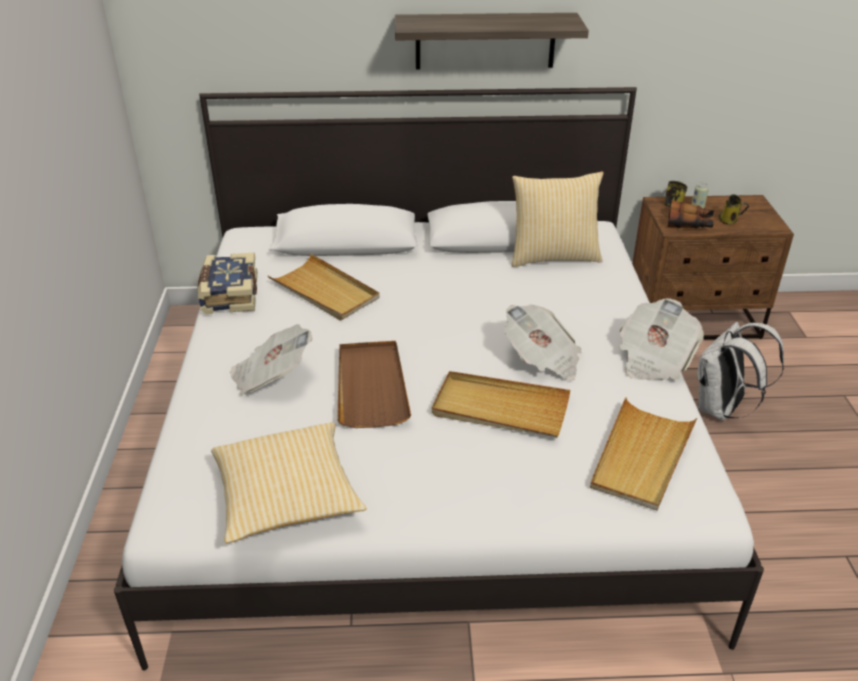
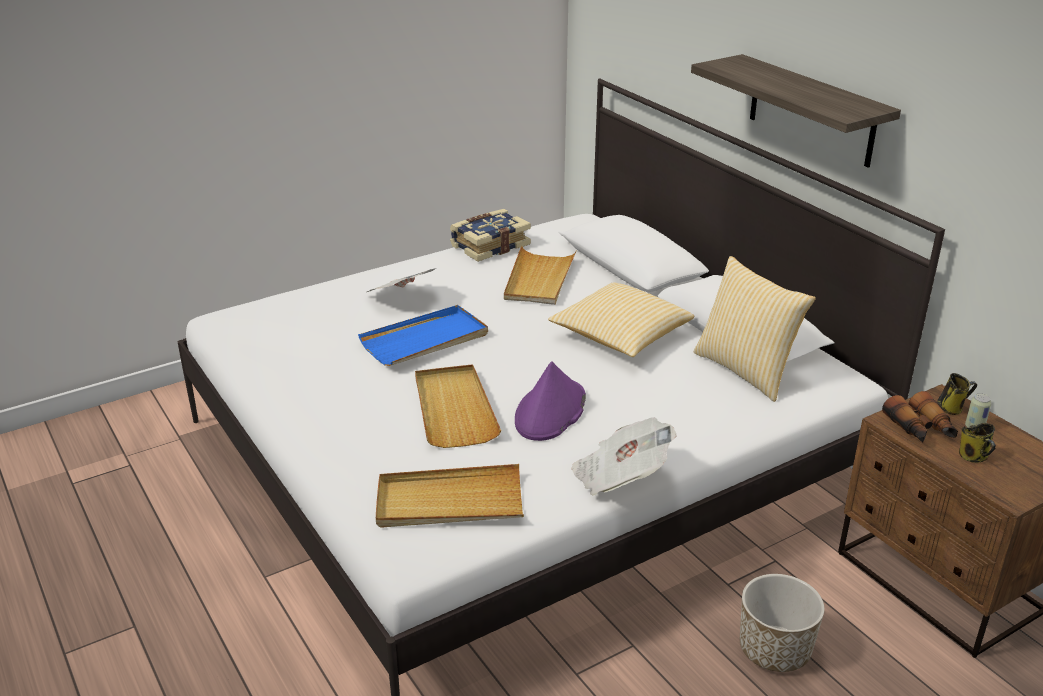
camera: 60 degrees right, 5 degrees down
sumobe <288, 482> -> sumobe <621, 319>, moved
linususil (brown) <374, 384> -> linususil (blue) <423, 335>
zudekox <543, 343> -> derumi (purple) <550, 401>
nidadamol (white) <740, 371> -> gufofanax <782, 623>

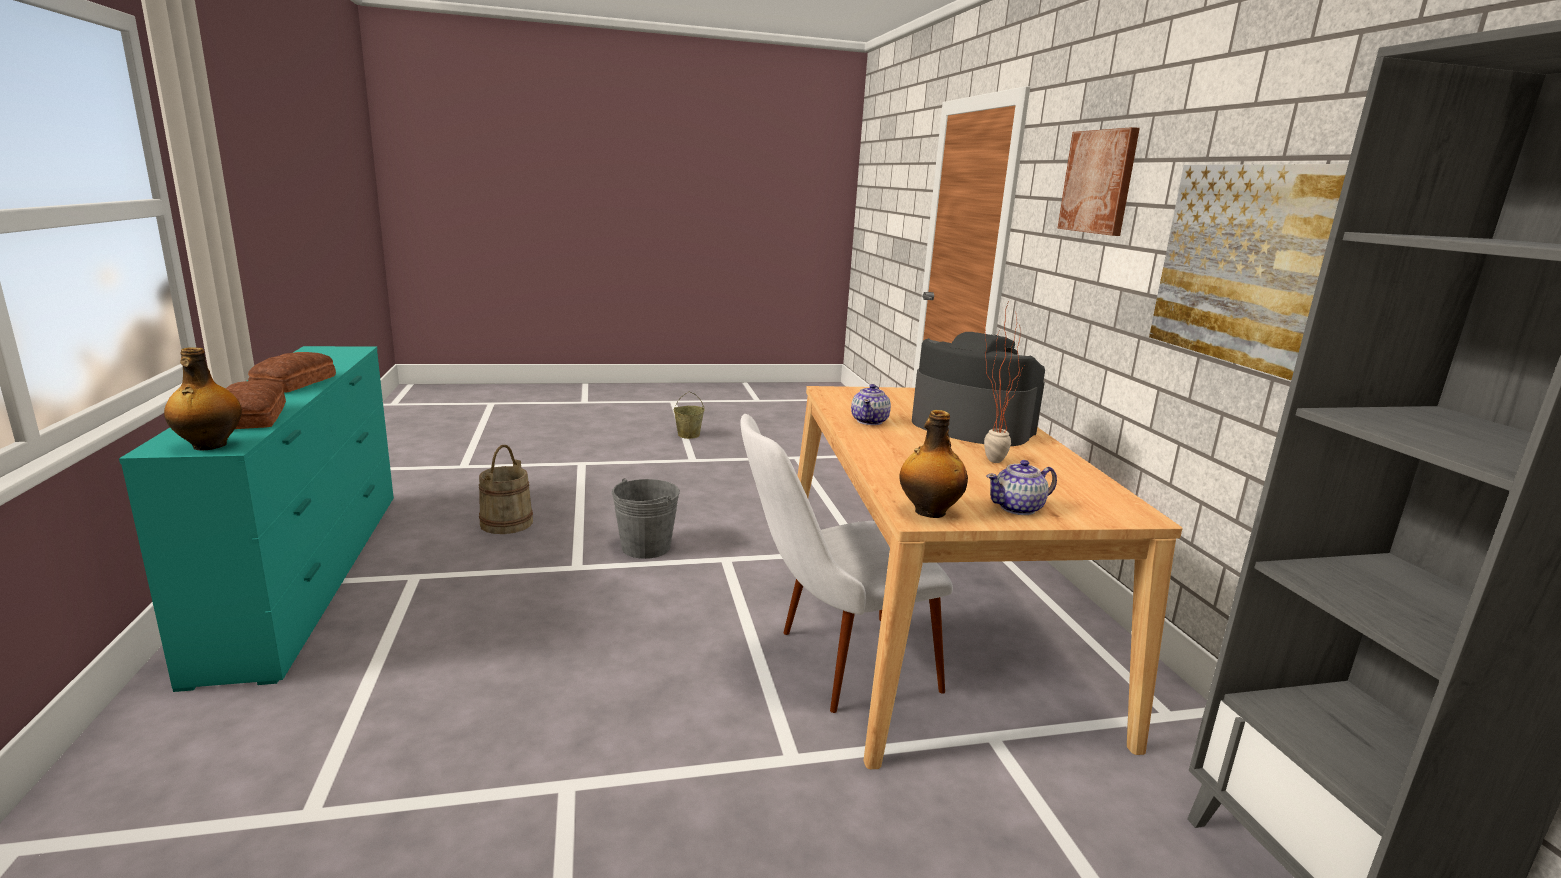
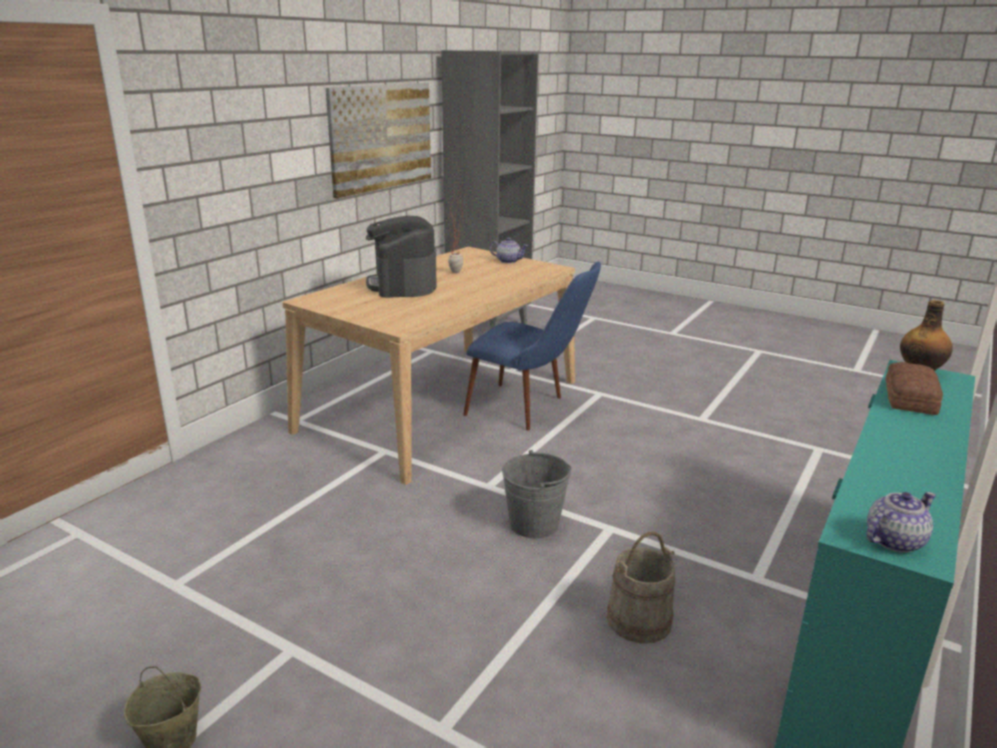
camera: 135 degrees left, 5 degrees up
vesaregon <292, 372> -> none
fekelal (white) <846, 563> -> fekelal (blue) <532, 346>
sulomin <871, 404> -> sulomin <901, 522>, moved
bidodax <934, 464> -> none
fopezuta <1098, 181> -> none

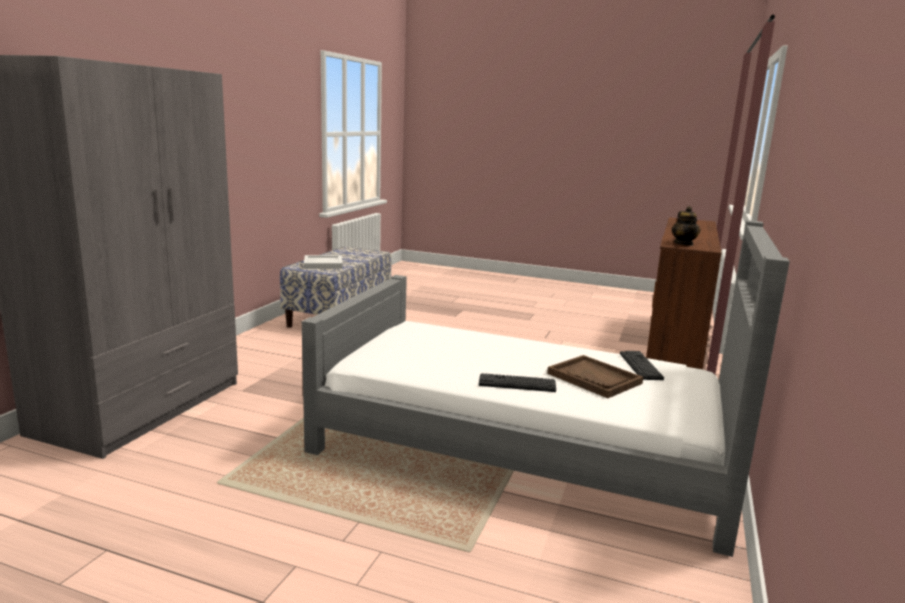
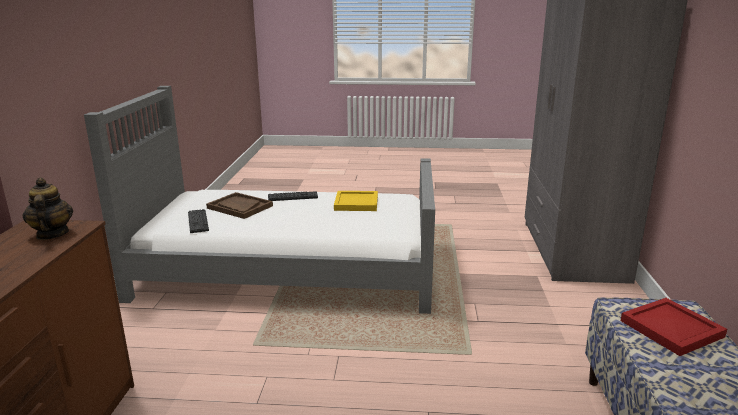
camera: 165 degrees right, 5 degrees up
linususil (white) <323, 262> -> linususil (red) <674, 327>
none -> linususil (yellow) <356, 201>

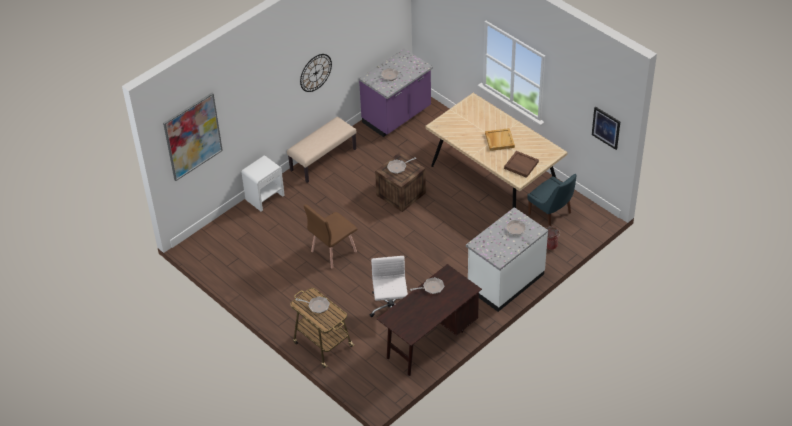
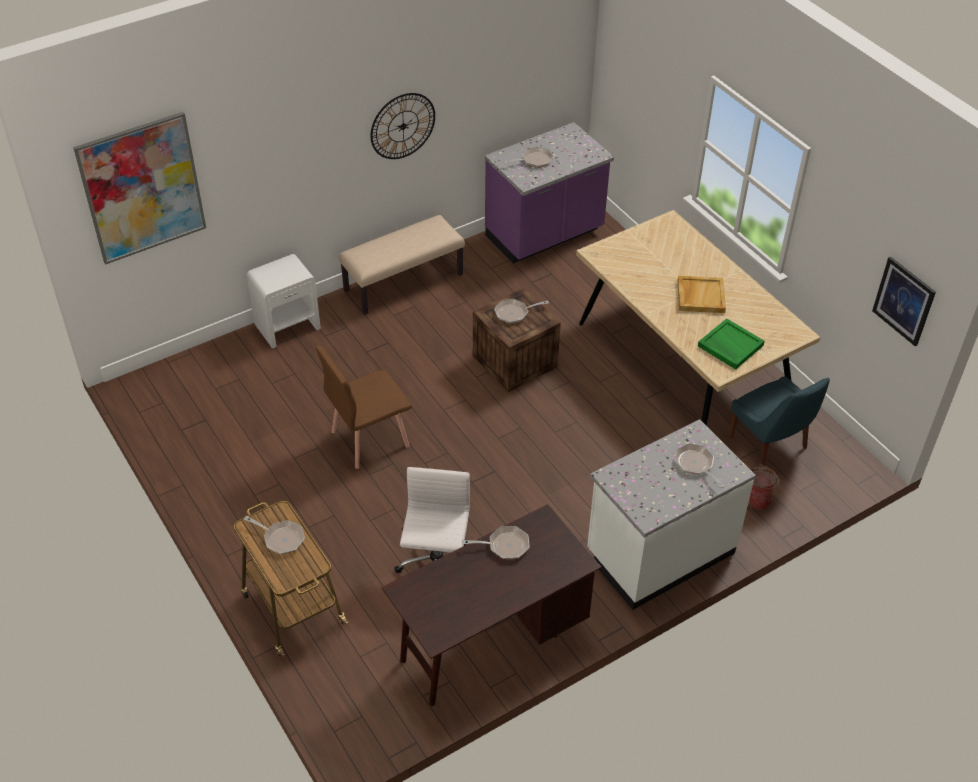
camera: 10 degrees right, 0 degrees up
linususil (brown) <521, 164> -> linususil (green) <731, 343>

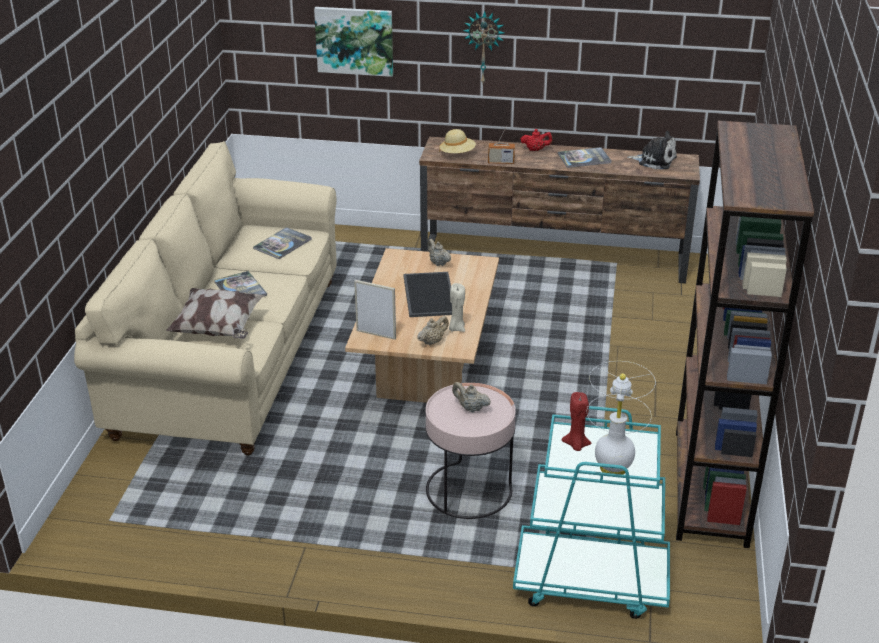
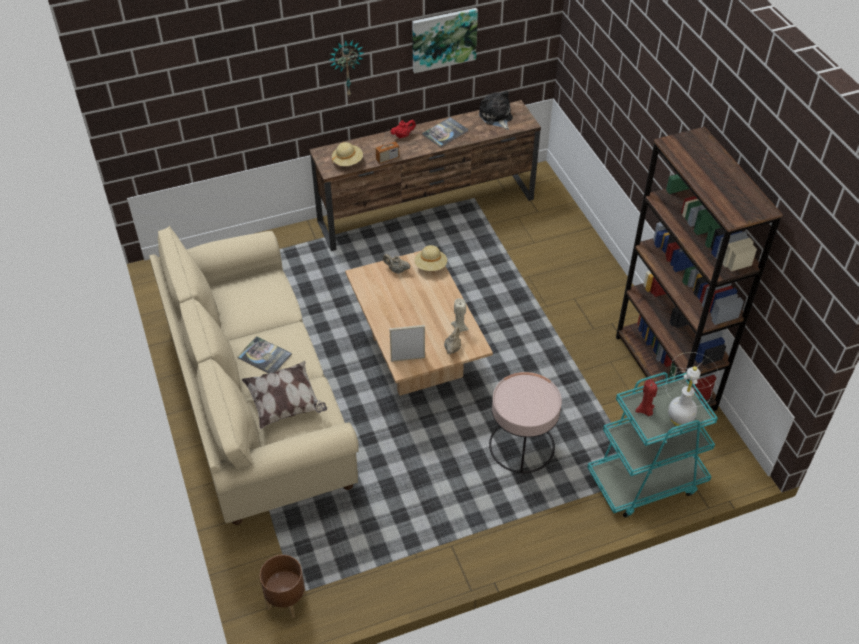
camera: 30 degrees left, 15 degrees up
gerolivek <282, 243> -> none
fopezuta <353, 42> -> fopezuta <445, 40>, moved
linususil <427, 294> -> none
sulomin (beige) <471, 397> -> none
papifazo <652, 150> -> papifazo <496, 110>, 105 degrees counterclockwise
none -> gufofanax (brown) <283, 586>
none -> derumi (beige) <431, 258>

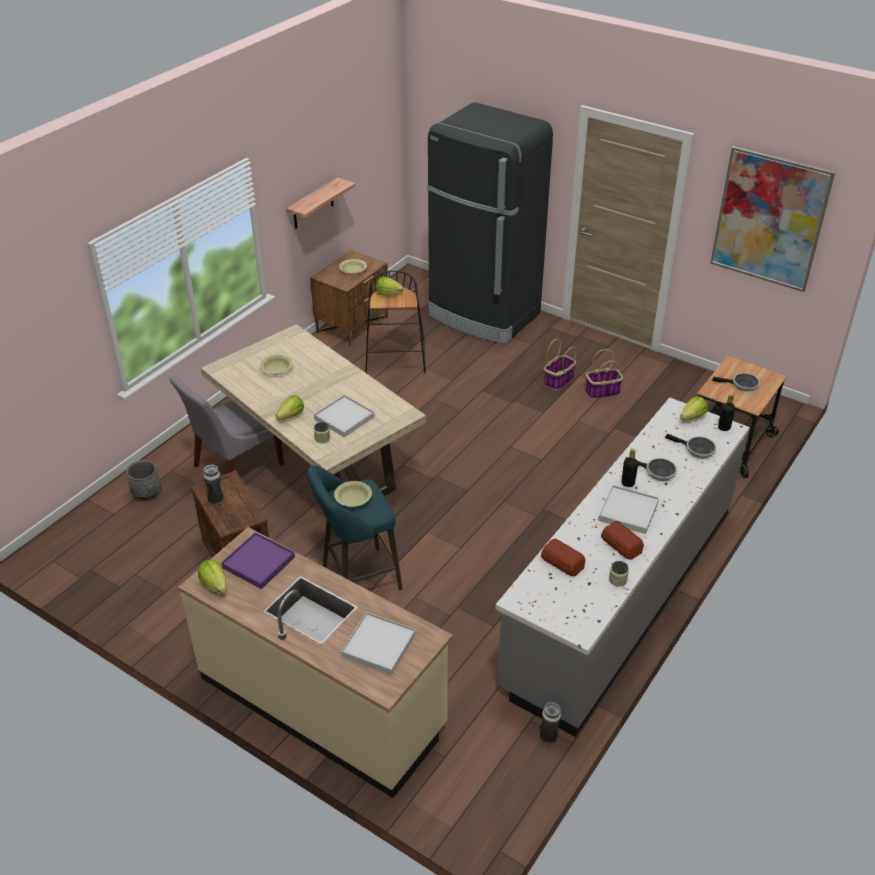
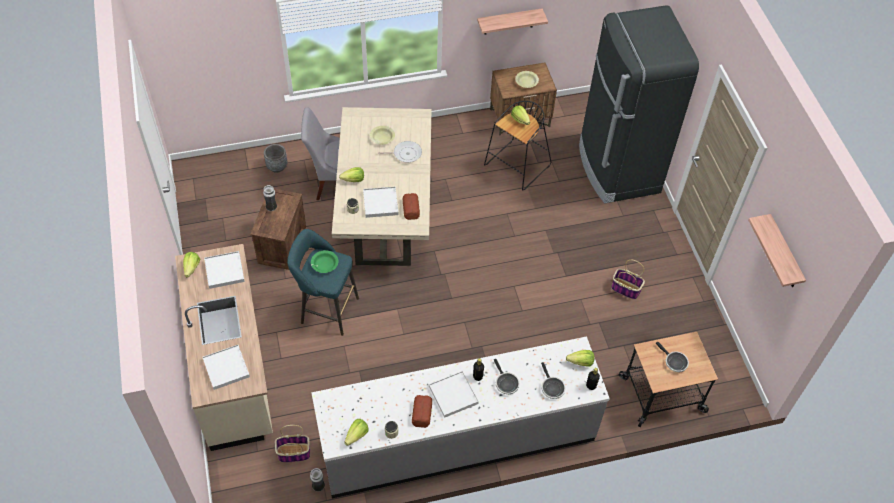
camera: 40 degrees right, 15 degrees up
linususil (purple) <258, 560> -> linususil (white) <224, 270>
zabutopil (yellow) <353, 494> -> zabutopil (green) <324, 261>
vesaregon <563, 557> -> vesaregon <411, 206>, moved
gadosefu <560, 364> -> gadosefu <292, 444>, moved
fopezuta <772, 219> -> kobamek <777, 250>
none -> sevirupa <356, 432>
none -> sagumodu <400, 152>

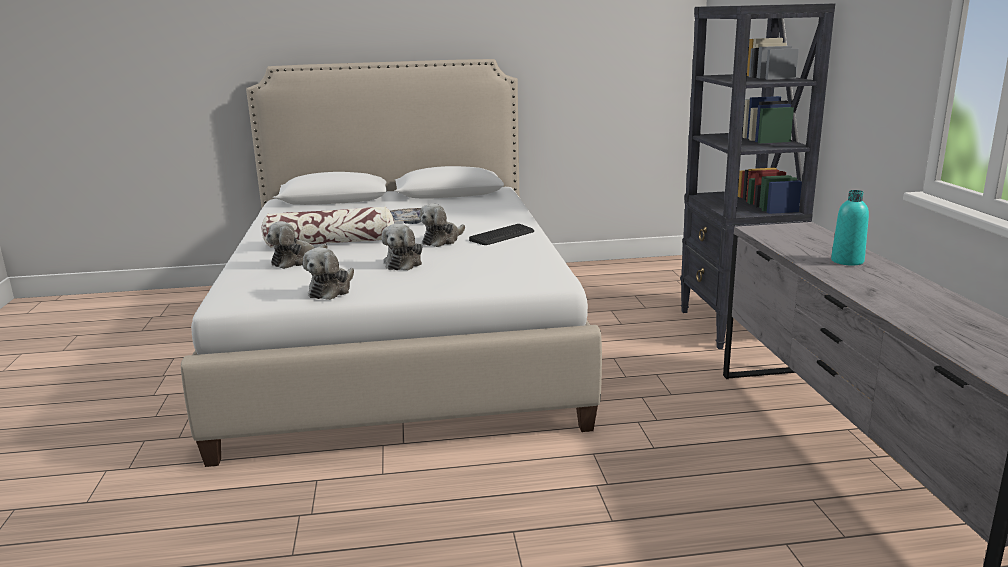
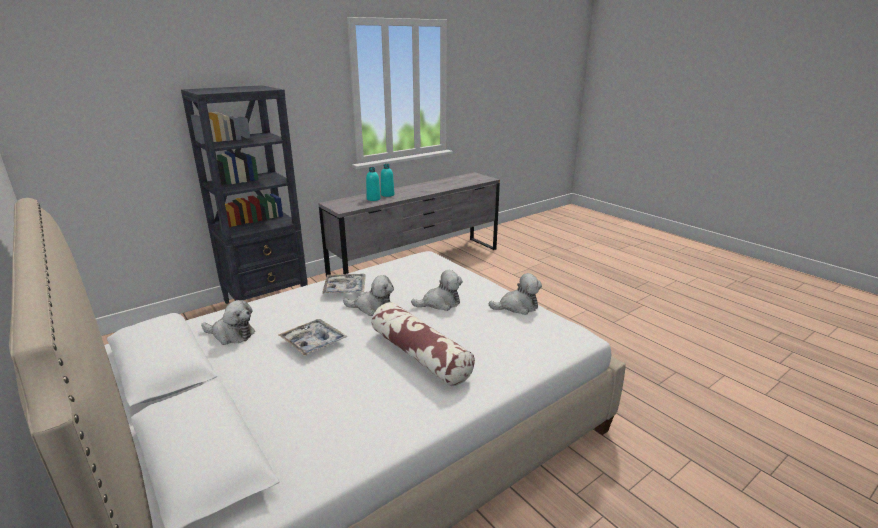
camera: 120 degrees left, 5 degrees up
papifazo <297, 245> -> papifazo <228, 322>, moved
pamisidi <501, 234> -> linususil <344, 284>
none -> bidodax (turquoise) <373, 184>

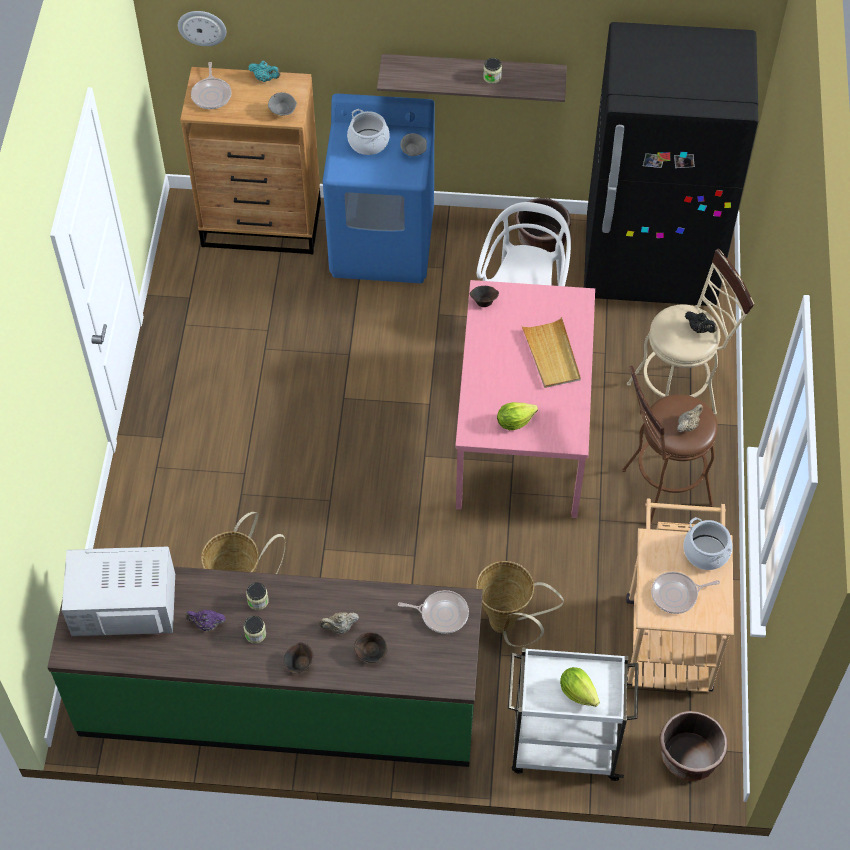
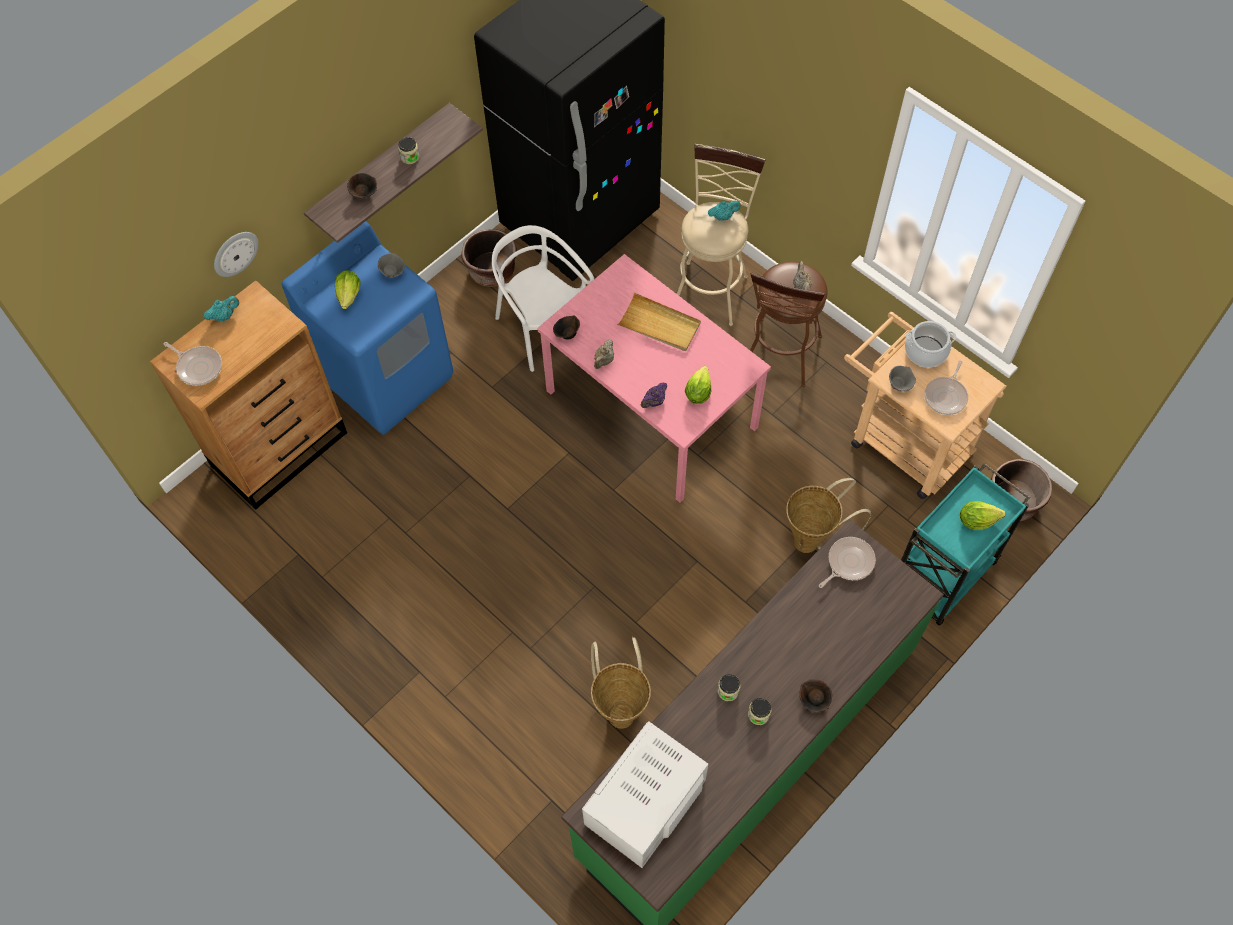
camera: 50 degrees left, 5 degrees up
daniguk <202, 28> -> daniguk <236, 254>, moved
sulomin (purple) <205, 620> -> sulomin (purple) <654, 395>, moved
zabutopil (grey) <282, 104> -> zabutopil (grey) <902, 379>, moved
sulomin (beige) <339, 623> -> sulomin (beige) <604, 354>, moved
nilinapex <368, 132> -> sevirupa <348, 289>
zabutopil (brown) <371, 647> -> zabutopil (brown) <362, 185>, moved
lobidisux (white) <573, 714> -> lobidisux (turquoise) <965, 544>
sulomin (black) <701, 322> -> sulomin (turquoise) <724, 210>

